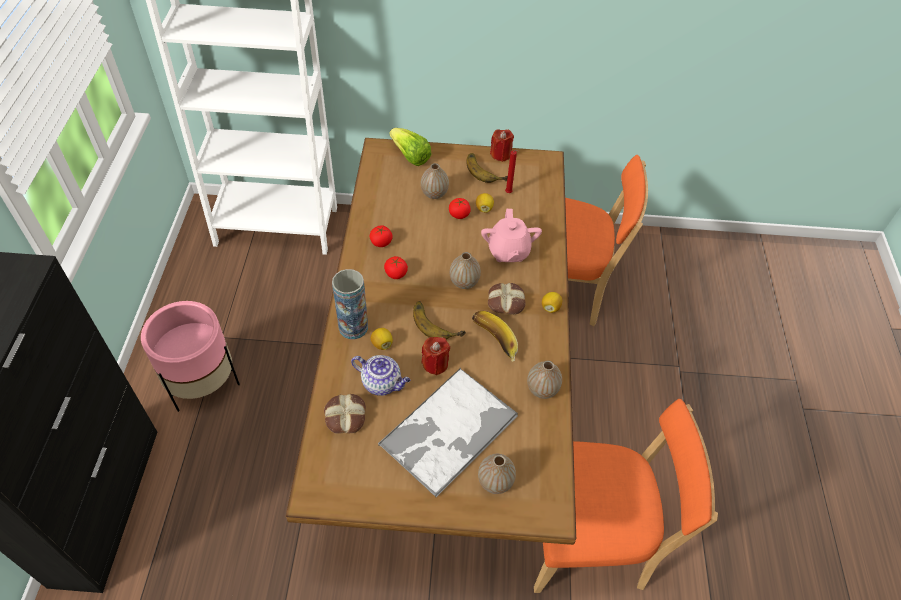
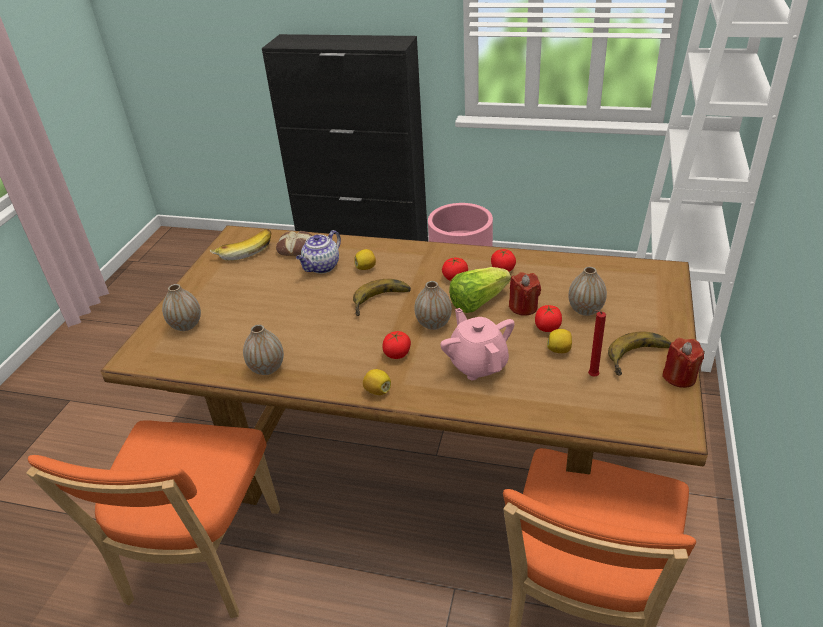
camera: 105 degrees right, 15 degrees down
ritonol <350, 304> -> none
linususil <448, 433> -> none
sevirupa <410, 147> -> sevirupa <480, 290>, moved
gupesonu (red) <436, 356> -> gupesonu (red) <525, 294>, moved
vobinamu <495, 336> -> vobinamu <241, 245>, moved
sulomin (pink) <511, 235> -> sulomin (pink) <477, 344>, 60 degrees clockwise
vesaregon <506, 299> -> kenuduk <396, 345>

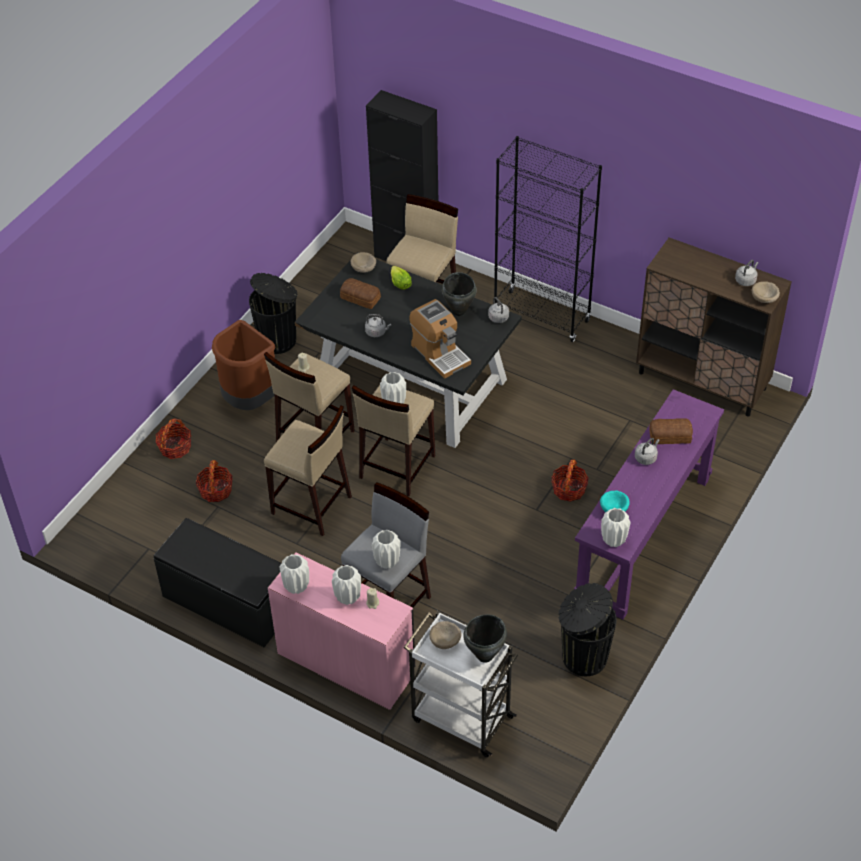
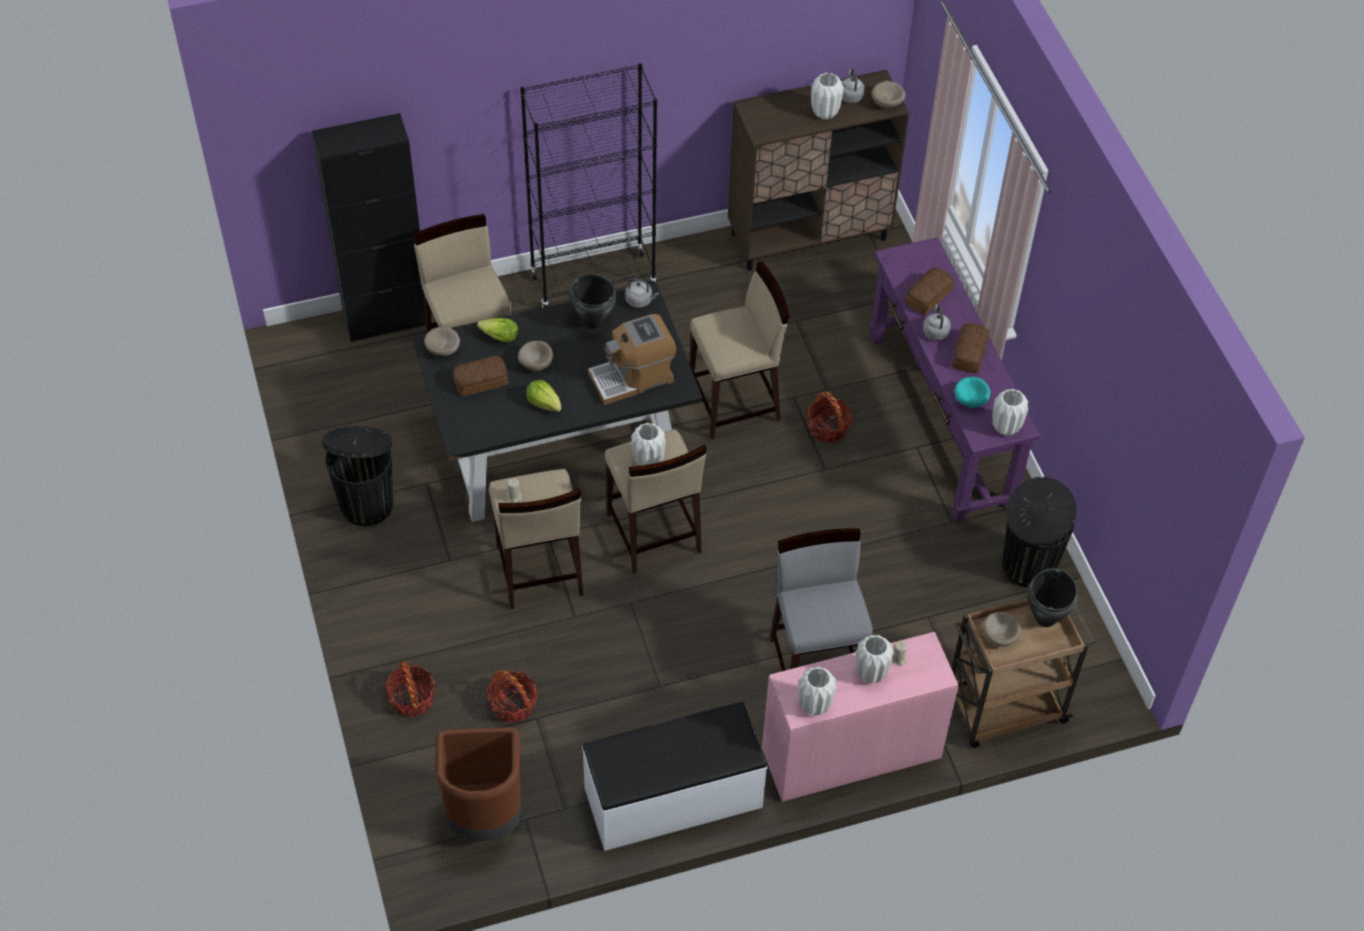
camera: 50 degrees left, 5 degrees up
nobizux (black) <217, 582> -> nobizux (white) <674, 776>
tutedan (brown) <243, 365> -> tutedan (brown) <478, 784>, moved
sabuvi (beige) <308, 470> -> sabuvi (beige) <739, 350>, moved
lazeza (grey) <378, 325> -> sevirupa <544, 396>
ritonol (white) <386, 549> -> ritonol (white) <827, 96>, moved
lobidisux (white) <461, 684> -> lobidisux (brown) <1023, 673>
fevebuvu <440, 339> -> fevebuvu <632, 359>, 150 degrees clockwise
none -> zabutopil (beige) <535, 356>
none -> vesaregon <970, 348>

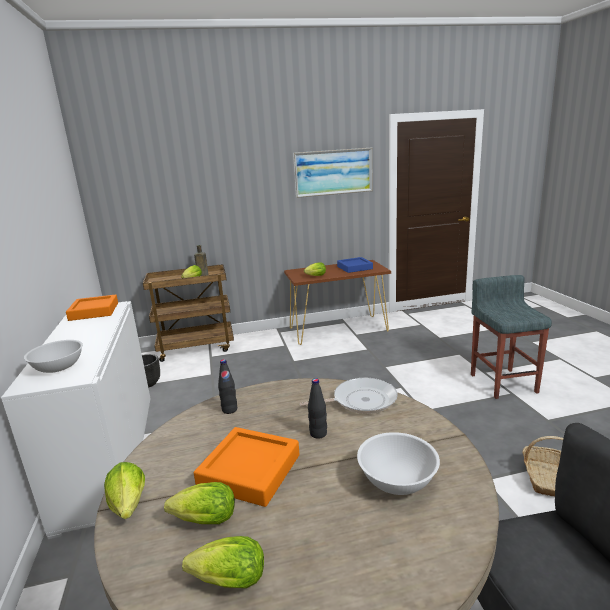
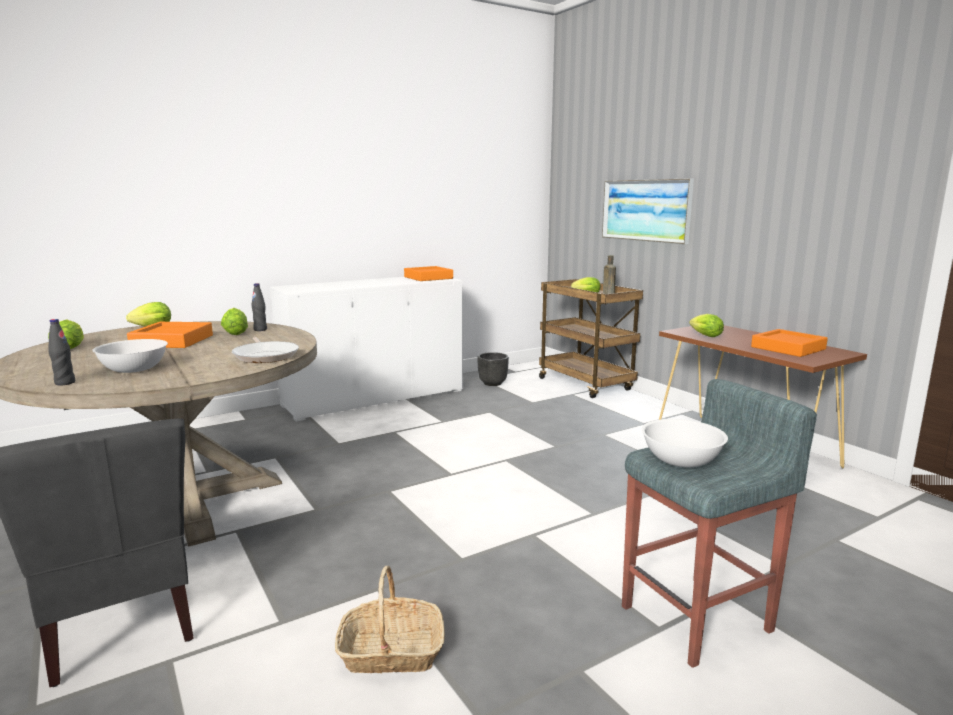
camera: 70 degrees right, 5 degrees down
zabutopil (white) <53, 356> -> zabutopil (white) <685, 443>, moved
sevirupa <199, 503> -> sevirupa <234, 321>, moved
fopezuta <333, 173> -> fopezuta <648, 211>, moved
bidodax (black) <317, 408> -> bidodax (black) <61, 352>, moved
linususil (blue) <355, 265> -> linususil (orange) <789, 343>

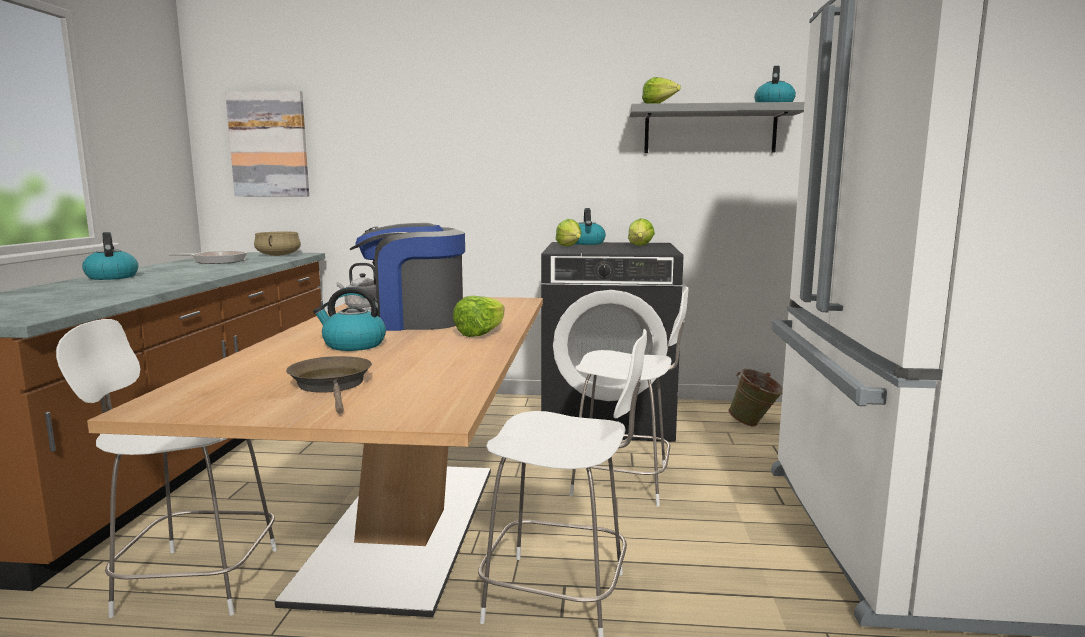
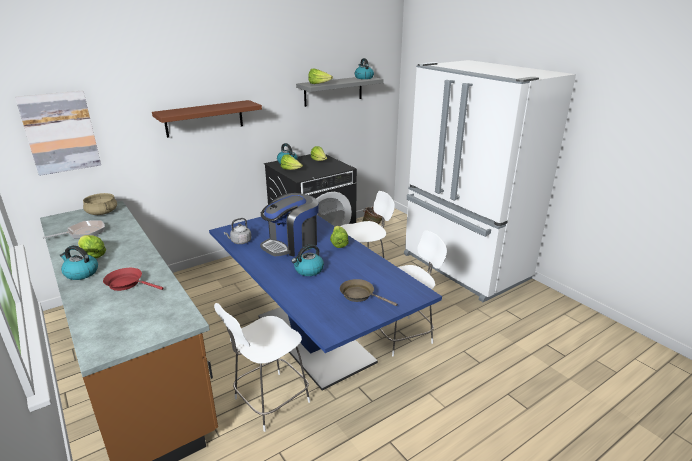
camera: 40 degrees left, 15 degrees up
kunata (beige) <315, 457> -> kunata (blue) <325, 303>
none -> sevirupa <92, 246>
none -> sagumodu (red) <133, 279>
none -> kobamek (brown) <207, 119>

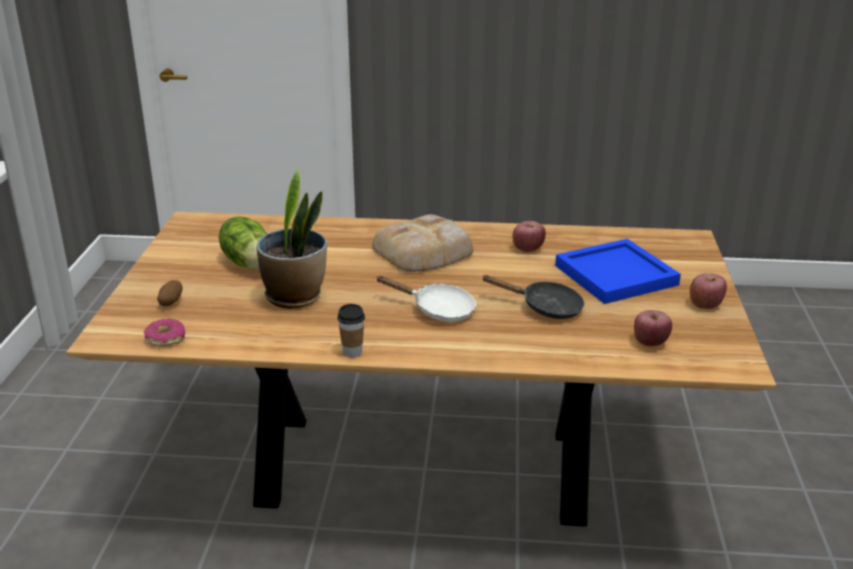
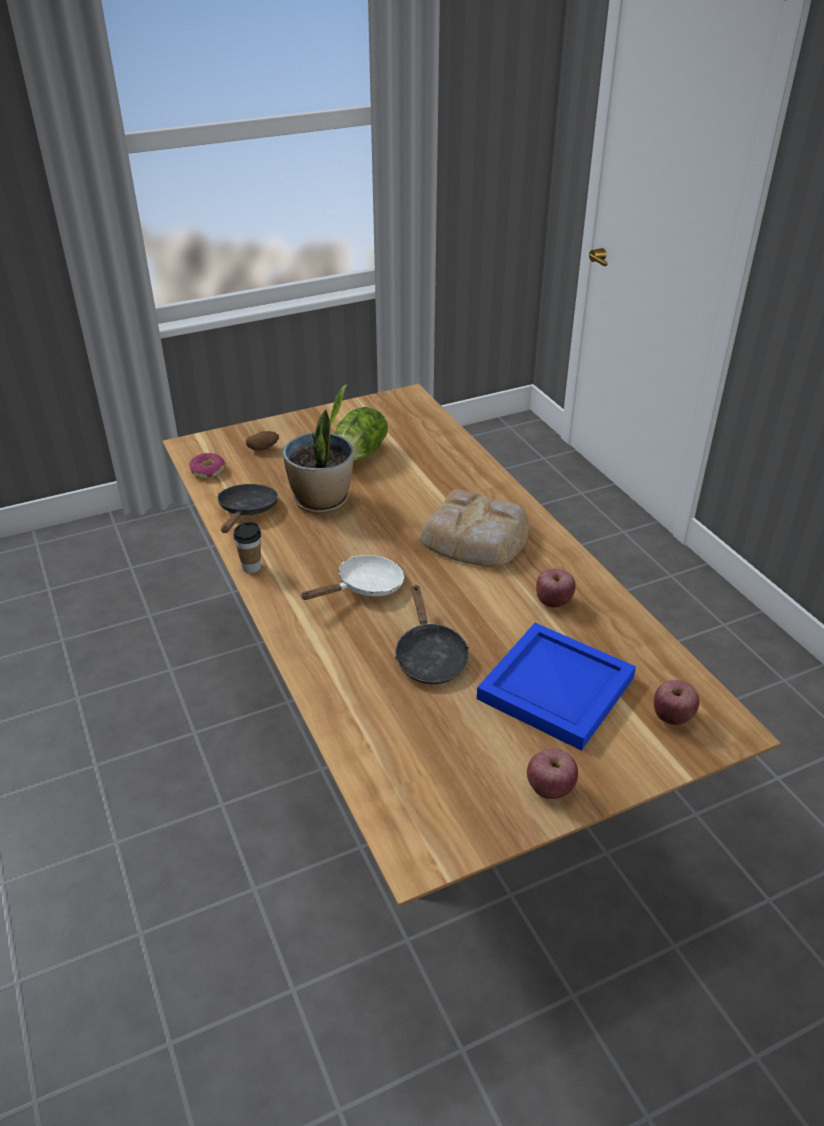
camera: 60 degrees right, 10 degrees up
sagumodu (white) <426, 299> -> sagumodu (white) <352, 577>, 120 degrees counterclockwise
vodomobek <653, 328> -> vodomobek <677, 702>, moved
none -> sagumodu (black) <247, 508>

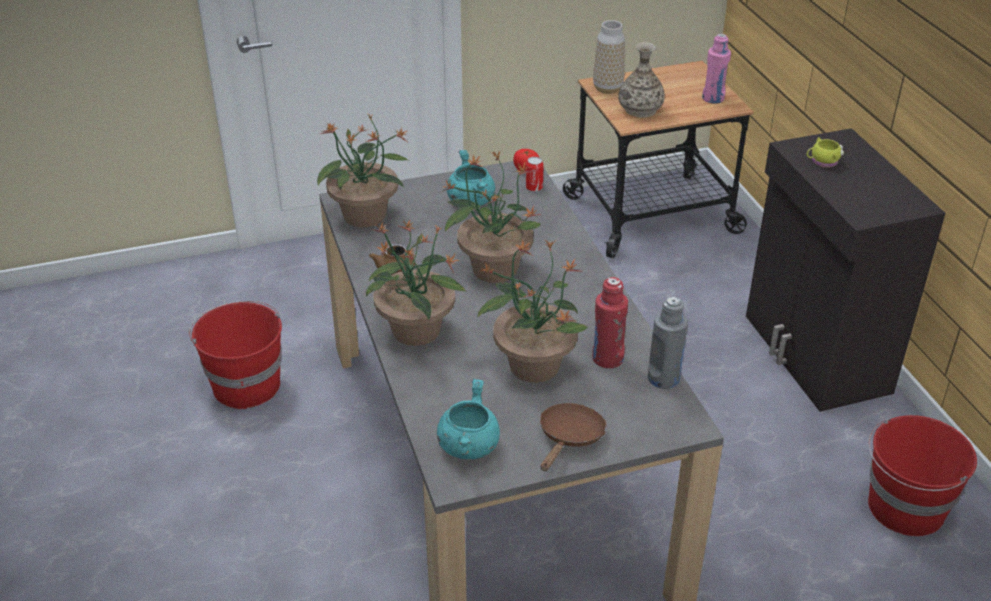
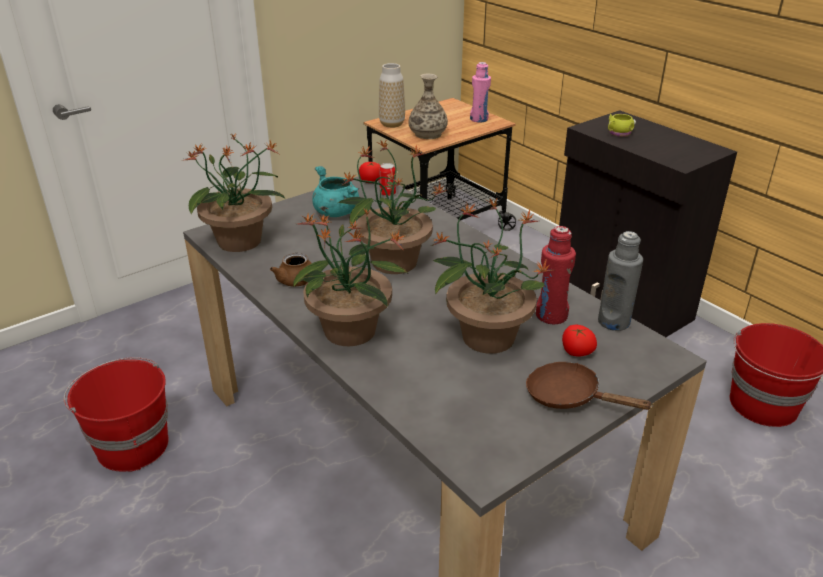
camera: 20 degrees left, 5 degrees down
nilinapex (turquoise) <468, 419> -> none
sagumodu (brown) <573, 437> -> sagumodu (brown) <589, 386>, 60 degrees counterclockwise
none -> kenuduk <579, 341>

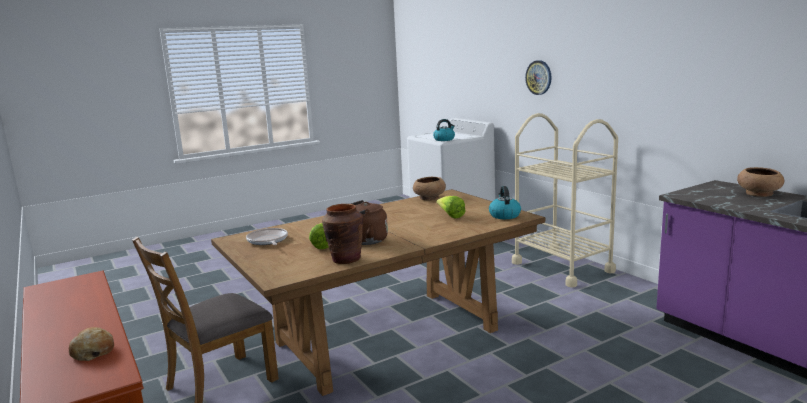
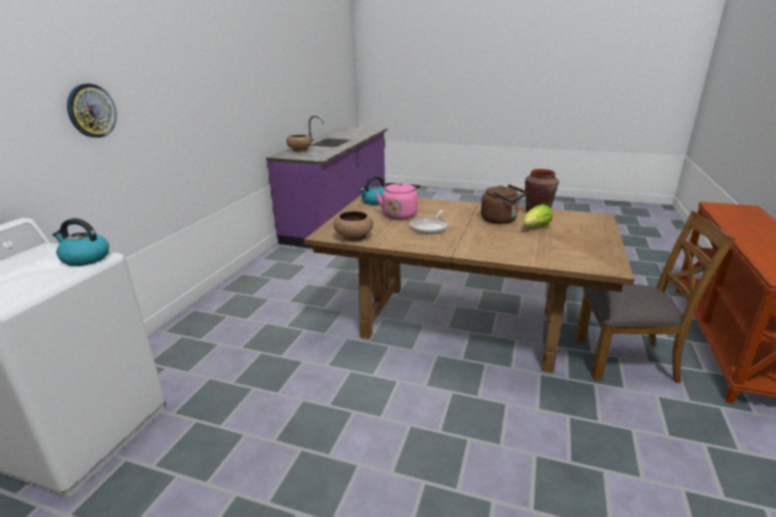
camera: 130 degrees left, 10 degrees up
vesaregon <91, 344> -> none
sagumodu <267, 236> -> sagumodu <429, 222>, moved
sevirupa <451, 207> -> lazeza (pink) <398, 200>
lobidisux (beige) <565, 200> -> none

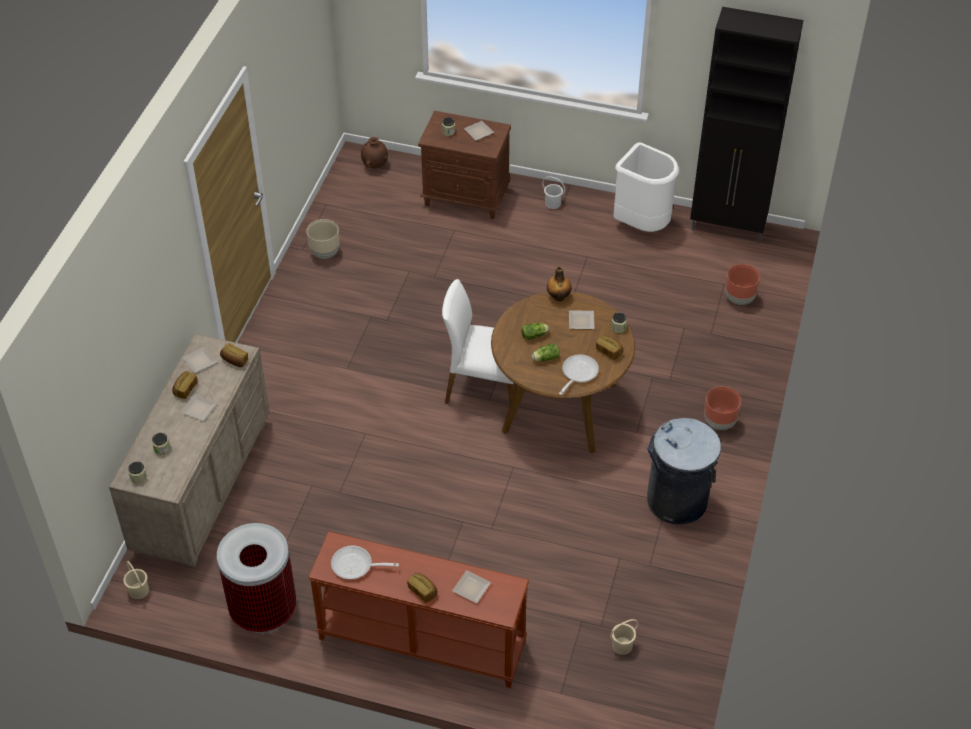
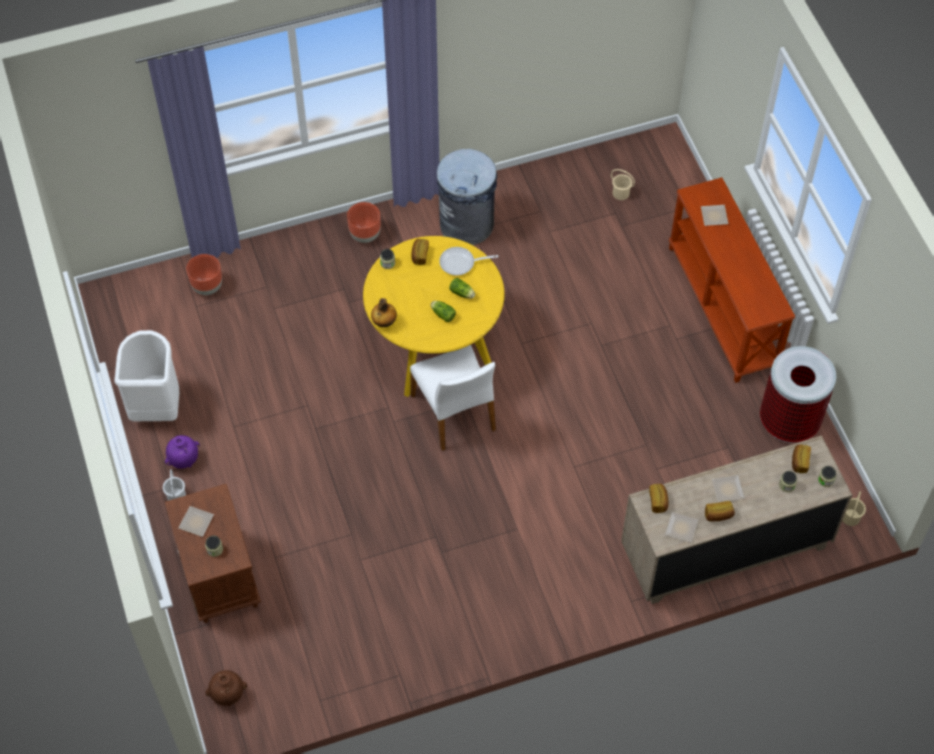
camera: 125 degrees left, 10 degrees up
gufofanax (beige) <323, 239> -> none
sagumodu <365, 562> -> none
vesaregon <422, 588> -> vesaregon <801, 458>, moved
kunata (brown) <563, 373> -> kunata (yellow) <434, 316>
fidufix <582, 319> -> none
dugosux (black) <746, 125> -> none
none -> ritonol (purple) <182, 452>

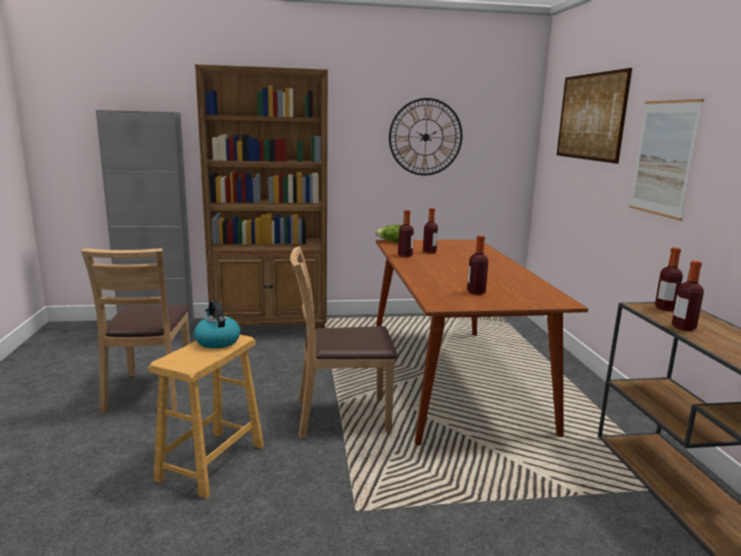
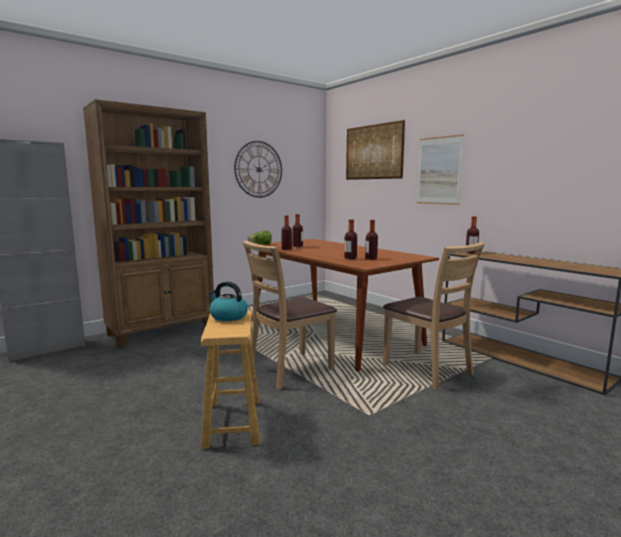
camera: 30 degrees left, 5 degrees down
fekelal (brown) <135, 331> -> fekelal (brown) <434, 316>, moved
bidodax <688, 296> -> bidodax <350, 239>, moved

